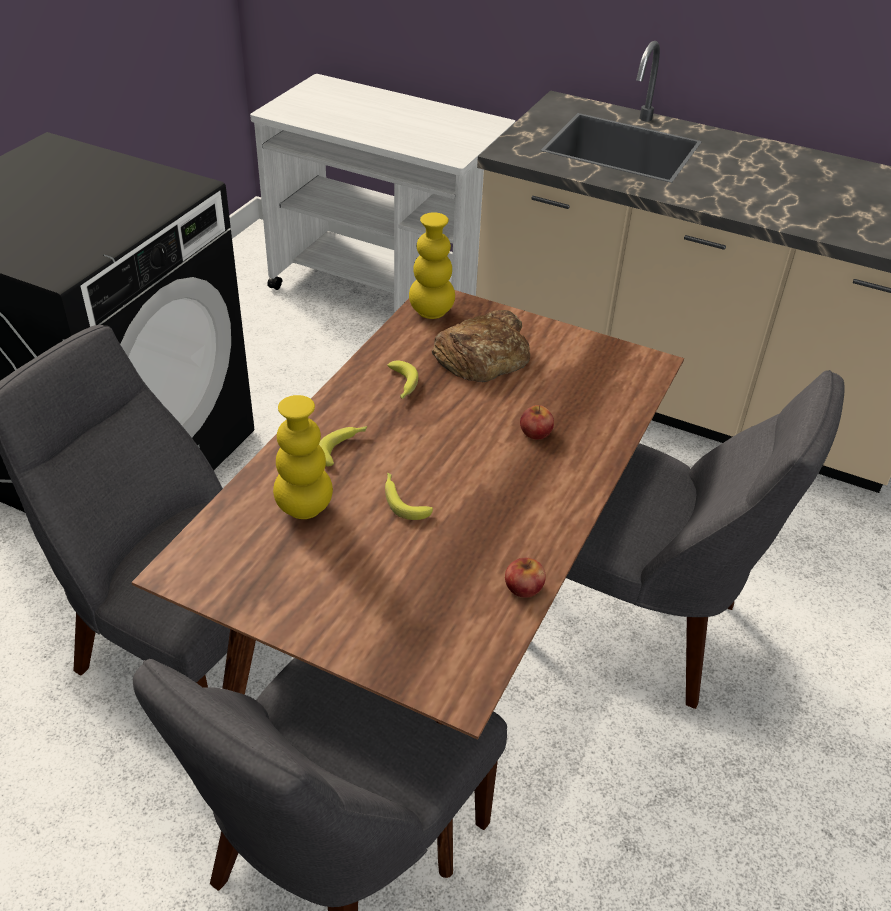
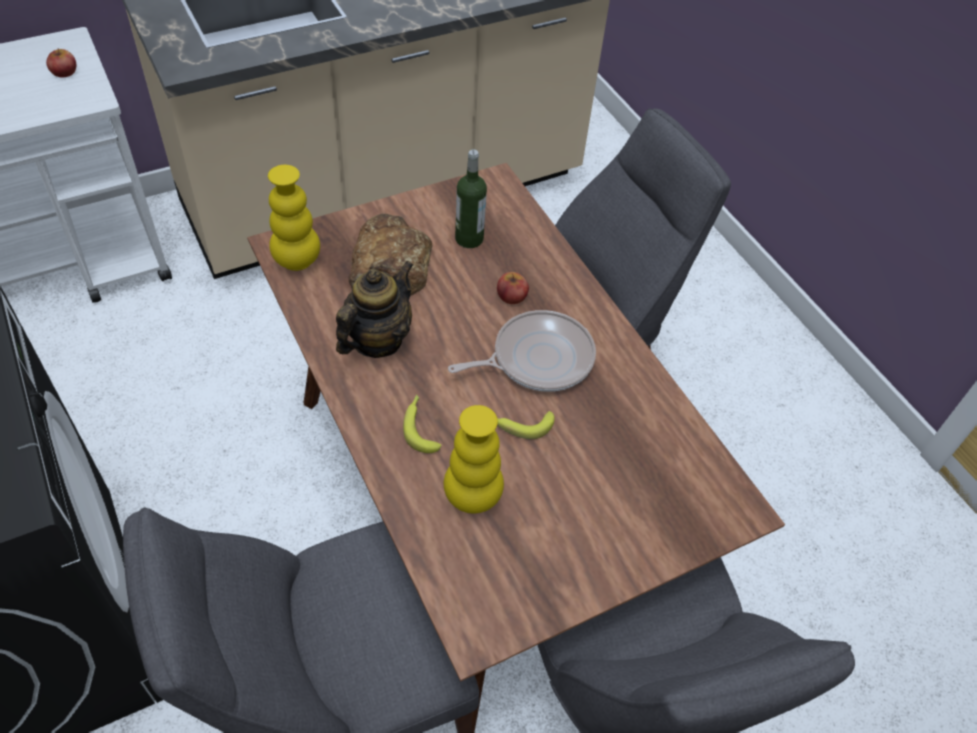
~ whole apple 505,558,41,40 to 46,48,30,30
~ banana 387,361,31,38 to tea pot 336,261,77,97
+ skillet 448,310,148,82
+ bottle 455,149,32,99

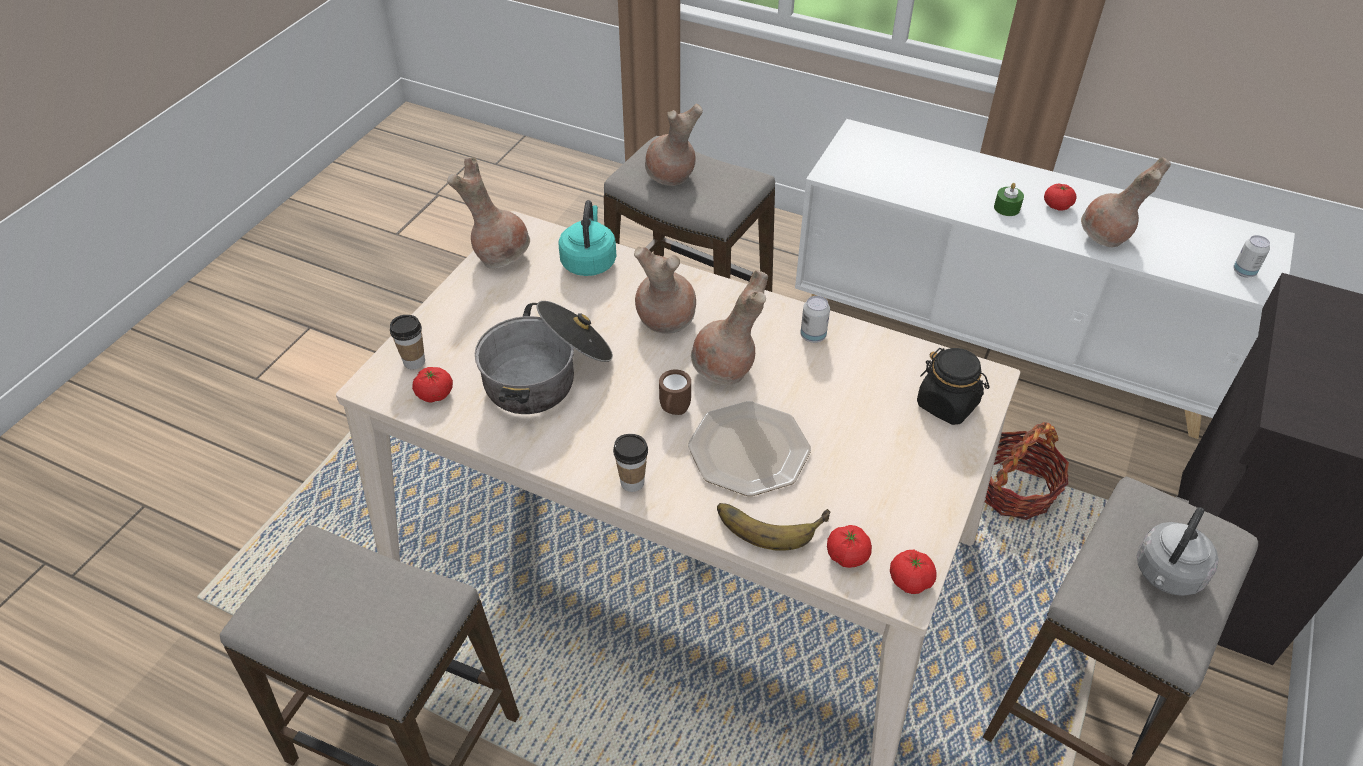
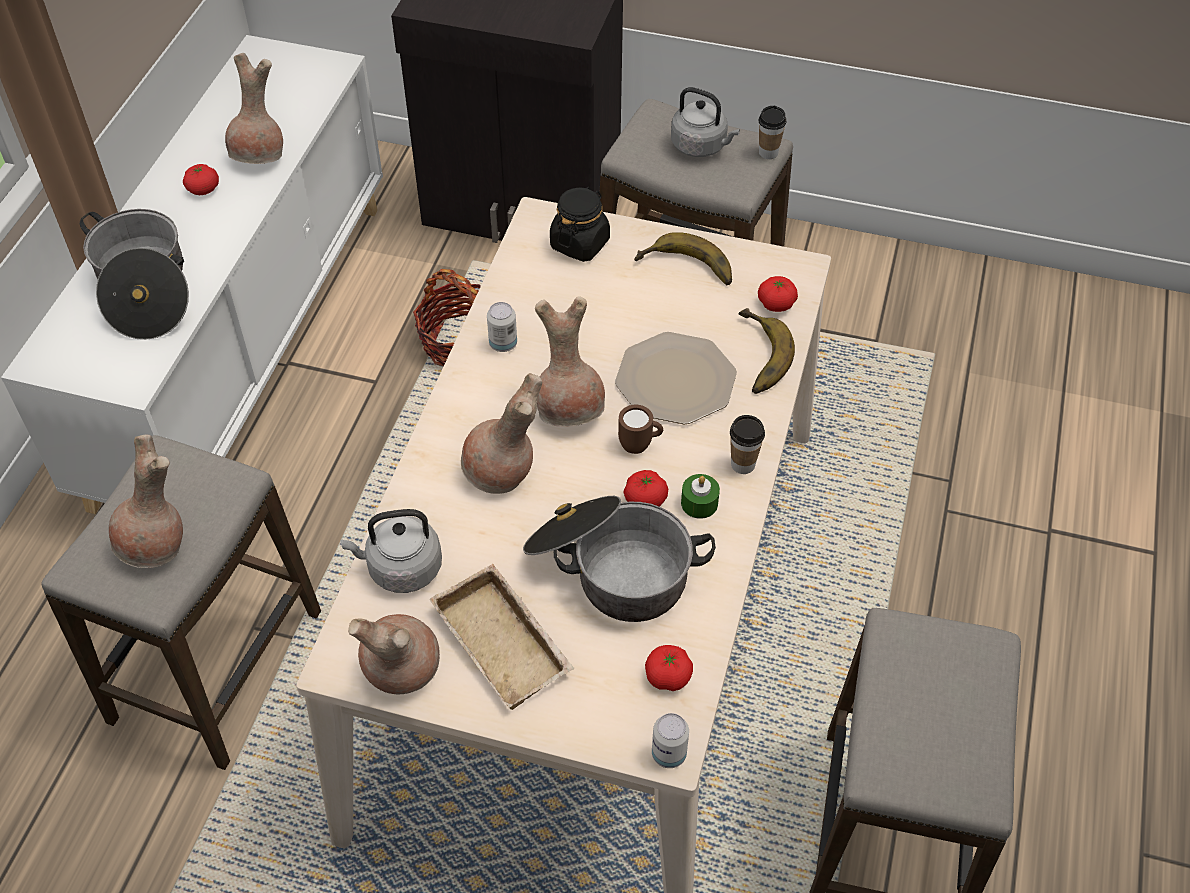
+ saucepot 80,209,109,131
~ water kettle in blue-green 558,200,58,76 to water kettle in greyish 340,509,102,84
+ tray in beige 430,564,144,146
~ fresh tomato 890,550,47,44 to 624,470,44,37
+ banana 634,232,98,53
~ sealed can 1233,235,37,42 to 652,713,37,55
~ wax candle in green 994,183,30,33 to 681,474,39,45
~ drinking cup 390,315,35,54 to 758,106,28,53

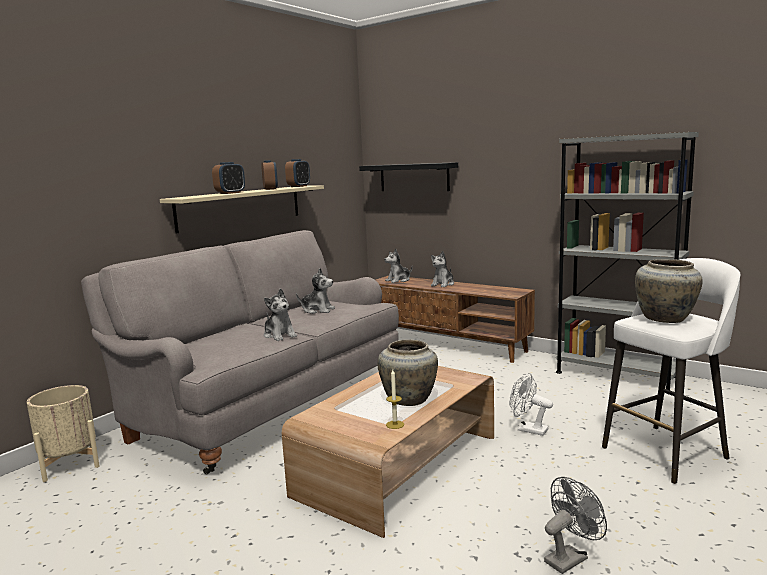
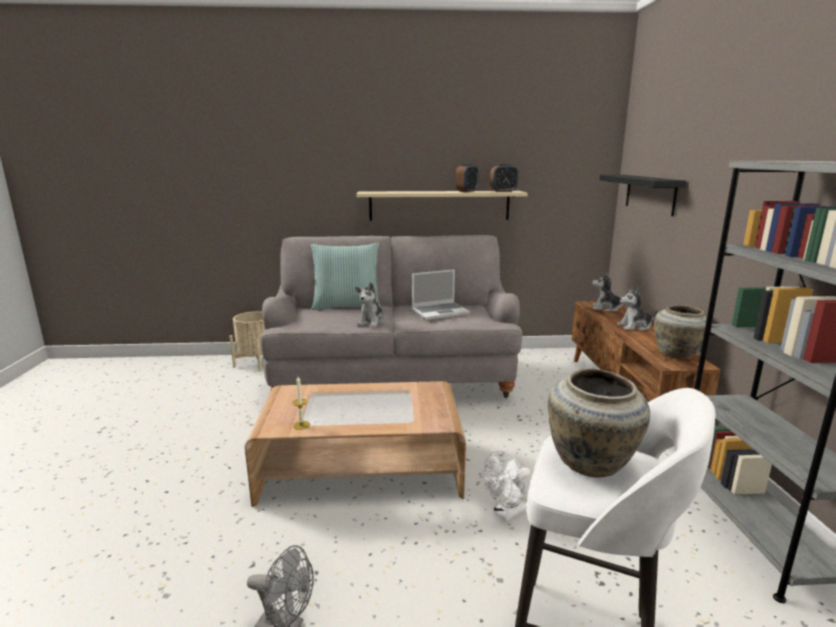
+ pillow 311,243,70,67
~ plush toy 296,268,39,46 to portable computer 412,269,58,51
~ electric fan in white 510,373,43,63 = 484,451,46,70 120 degrees counterclockwise
~ decorative vase in beige 378,339,60,67 to 654,305,53,54
- alarm clock 212,162,33,32

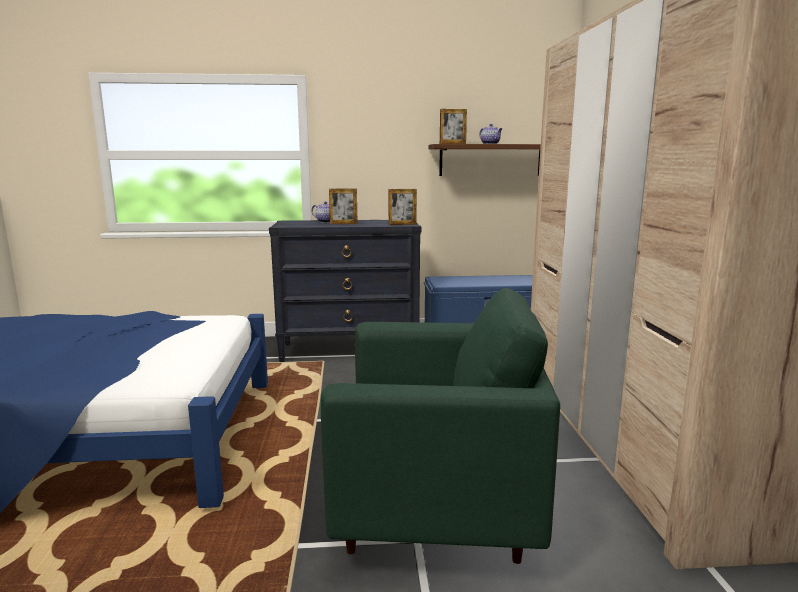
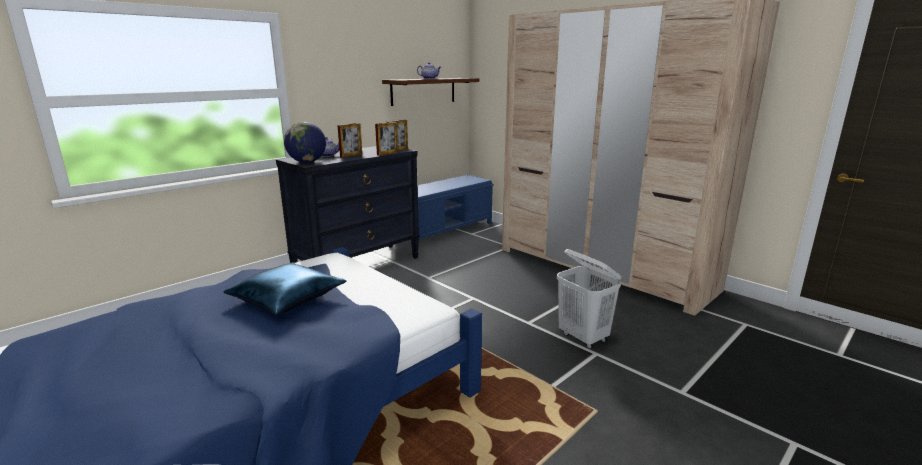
+ pillow in blue-coloured 223,262,124,53
+ desk globe 284,122,42,41
~ photo frame 440,109,27,35 to 375,122,23,34
~ easy chair in green 321,288,239,276 to hamper in white 557,249,65,100

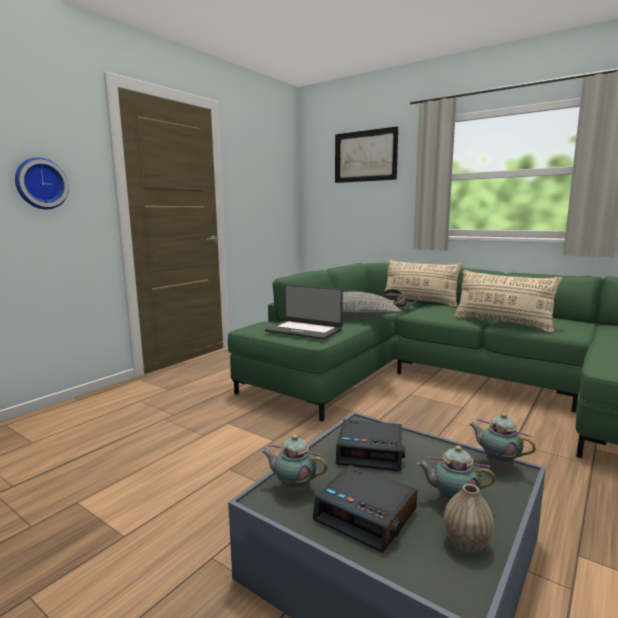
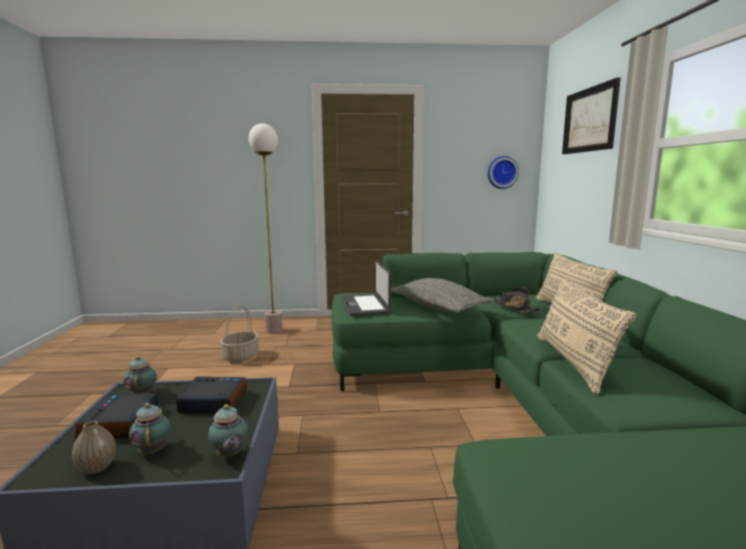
~ alarm clock 336,419,69,52 = 176,377,71,37 120 degrees clockwise
~ tea pot 469,413,67,53 = 208,404,40,53 150 degrees clockwise
+ storage basket 220,305,39,57
+ floor lamp 249,123,34,210
~ clock on the wall 15,157,54,52 to 488,156,31,33

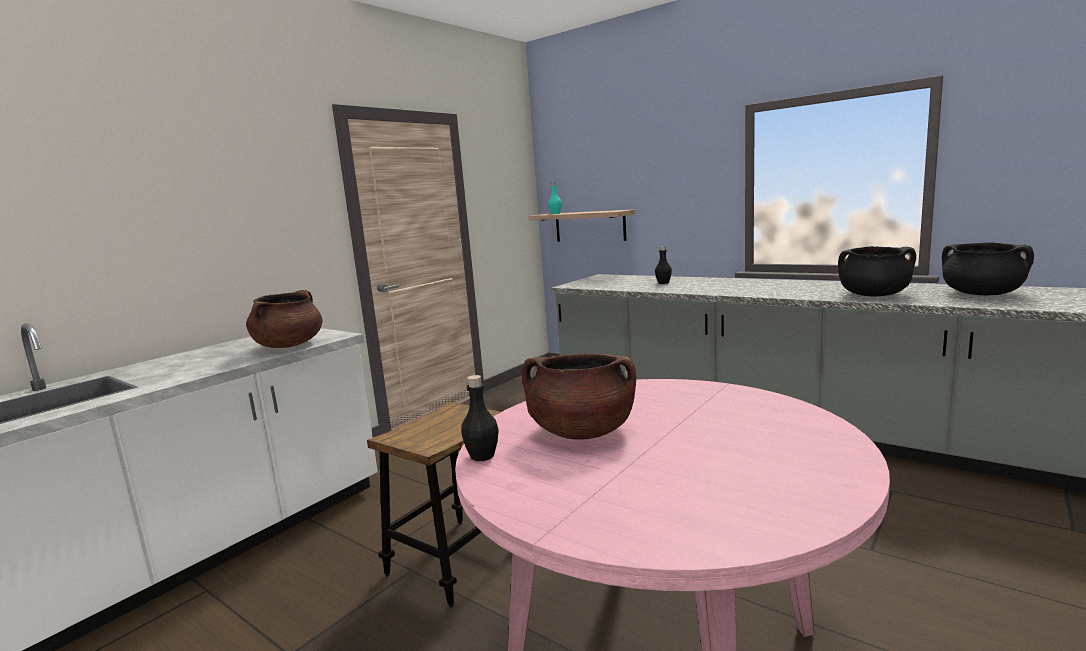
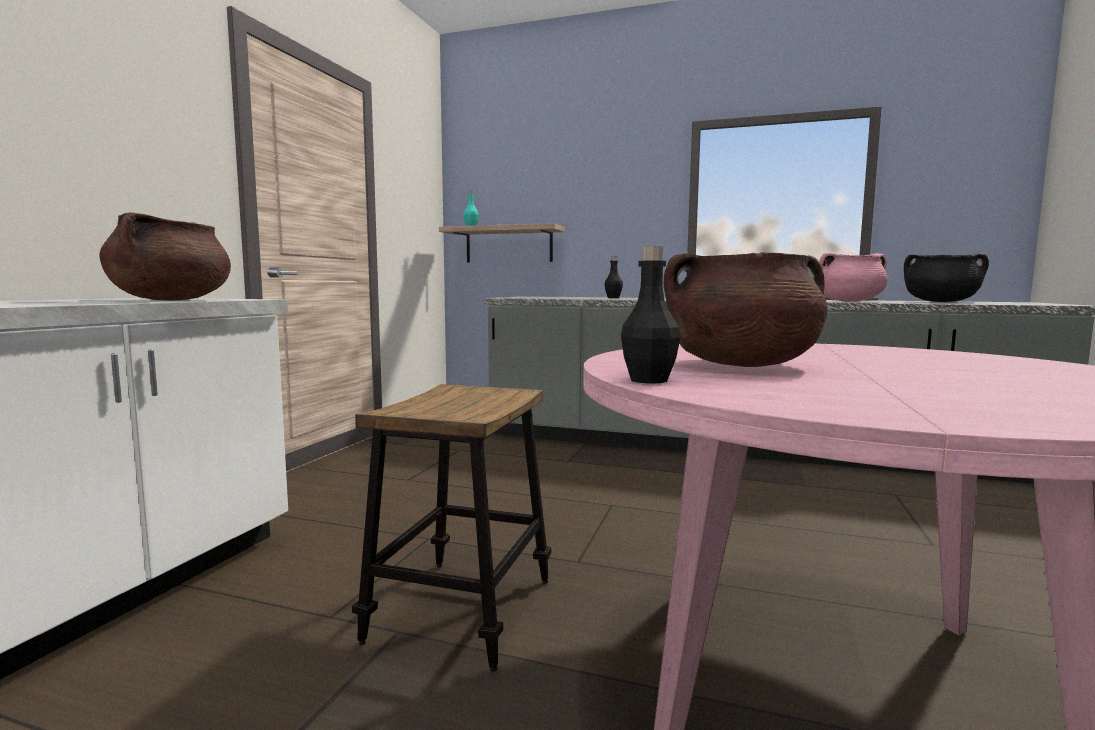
~ saucepot in blackish 838,246,78,50 to saucepot in pinkish 819,253,69,49

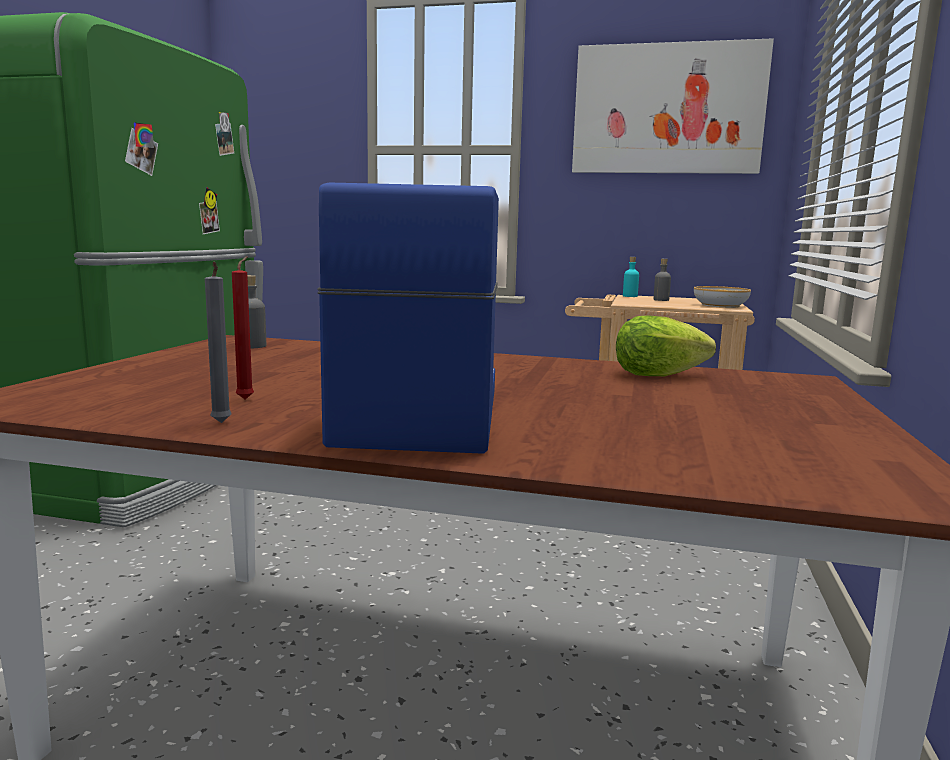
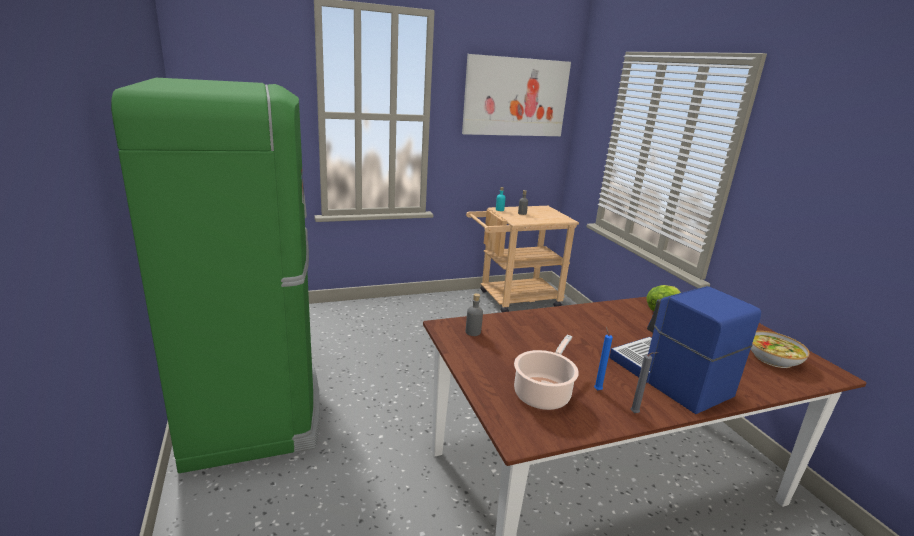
+ saucepot 514,335,65,75
~ wax candle in red-coloured 232,256,22,144 to wax candle in blue-coloured 594,327,19,63
~ serving bowl 694,286,57,22 to 751,331,58,37

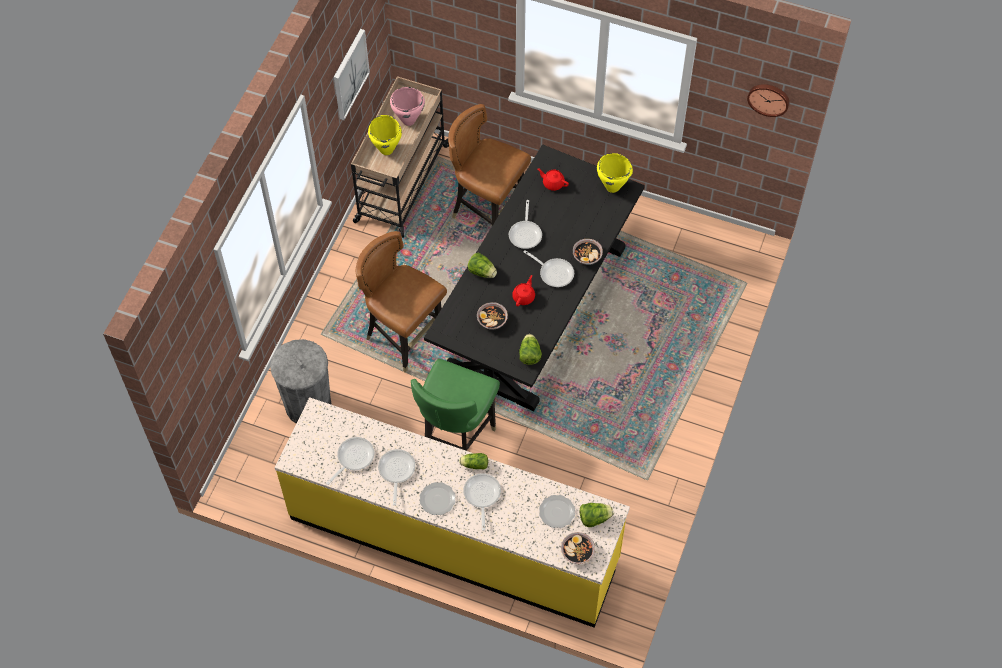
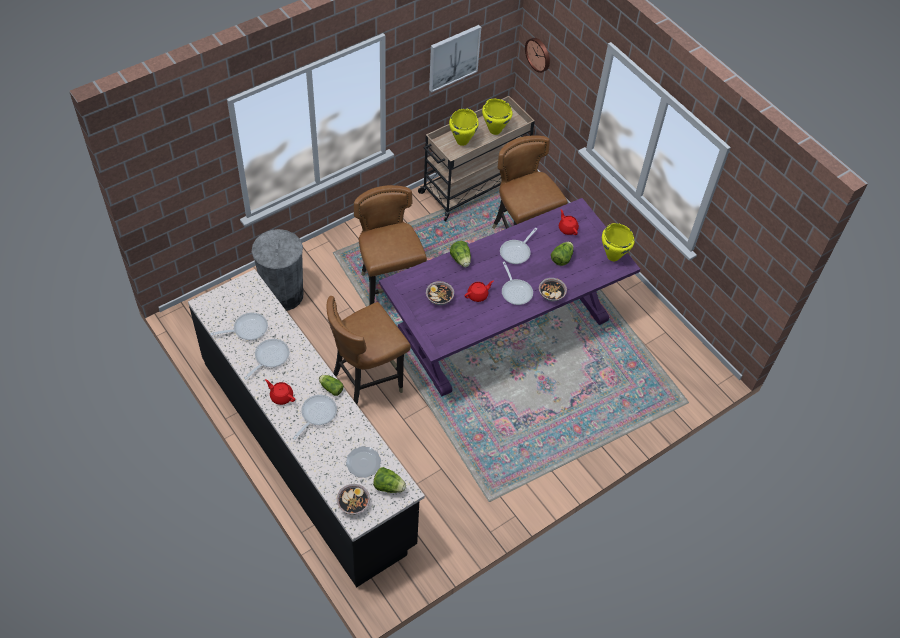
~ kitchen base unit in yellowish 274,397,356,231 to kitchen base unit in blackish 188,269,237,319
~ dinner plate 420,482,36,33 to tea pot in red-coloured 265,379,30,26
~ chair in green 411,359,89,92 to chair in brownish 326,296,85,108
~ dining table in blackish 424,144,221,267 to dining table in purple-coloured 379,198,261,198
~ saucepot in pinkish 390,87,35,39 to saucepot in yellowish 482,98,30,37
~ clock on the wall 747,84,42,33 to 525,38,25,35
~ lettuce head 519,334,23,31 to 551,242,23,24

